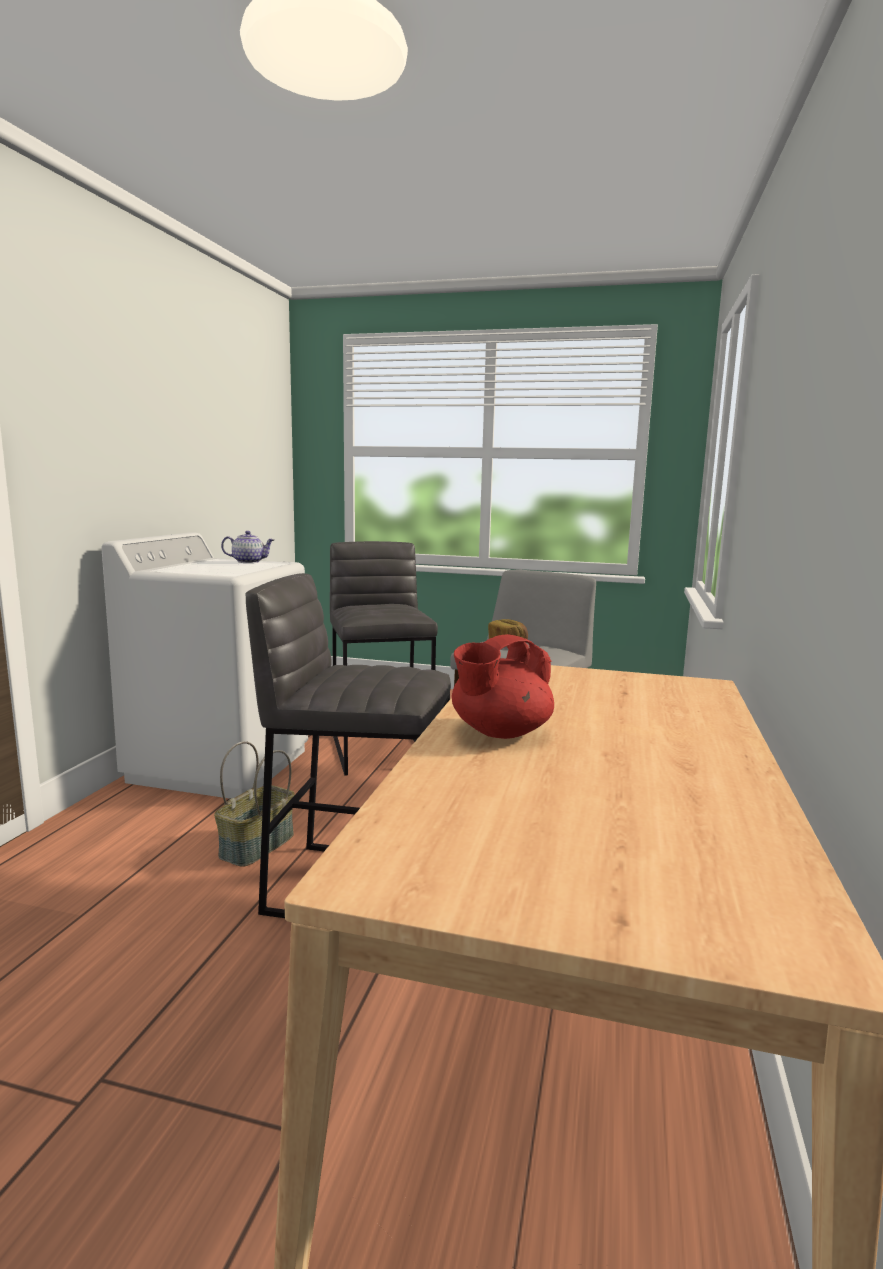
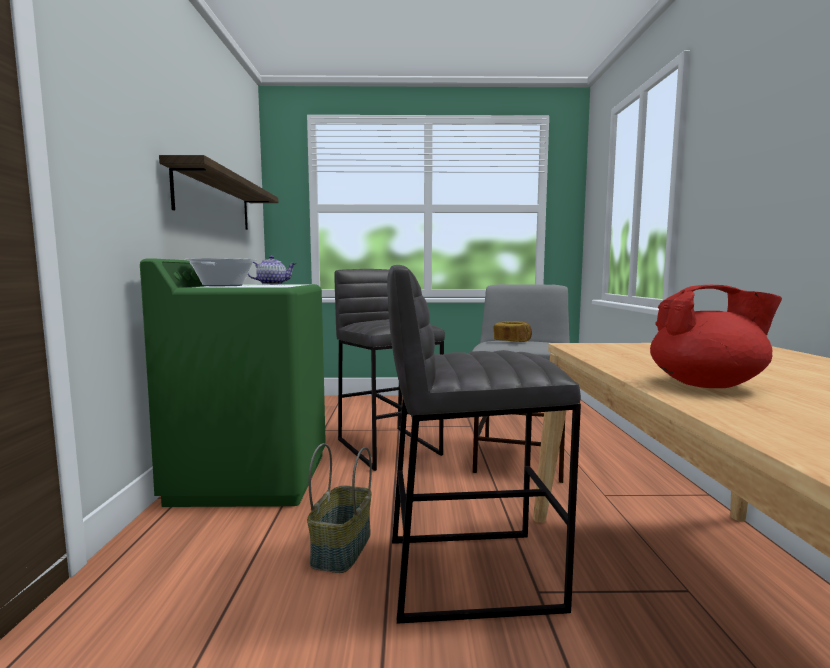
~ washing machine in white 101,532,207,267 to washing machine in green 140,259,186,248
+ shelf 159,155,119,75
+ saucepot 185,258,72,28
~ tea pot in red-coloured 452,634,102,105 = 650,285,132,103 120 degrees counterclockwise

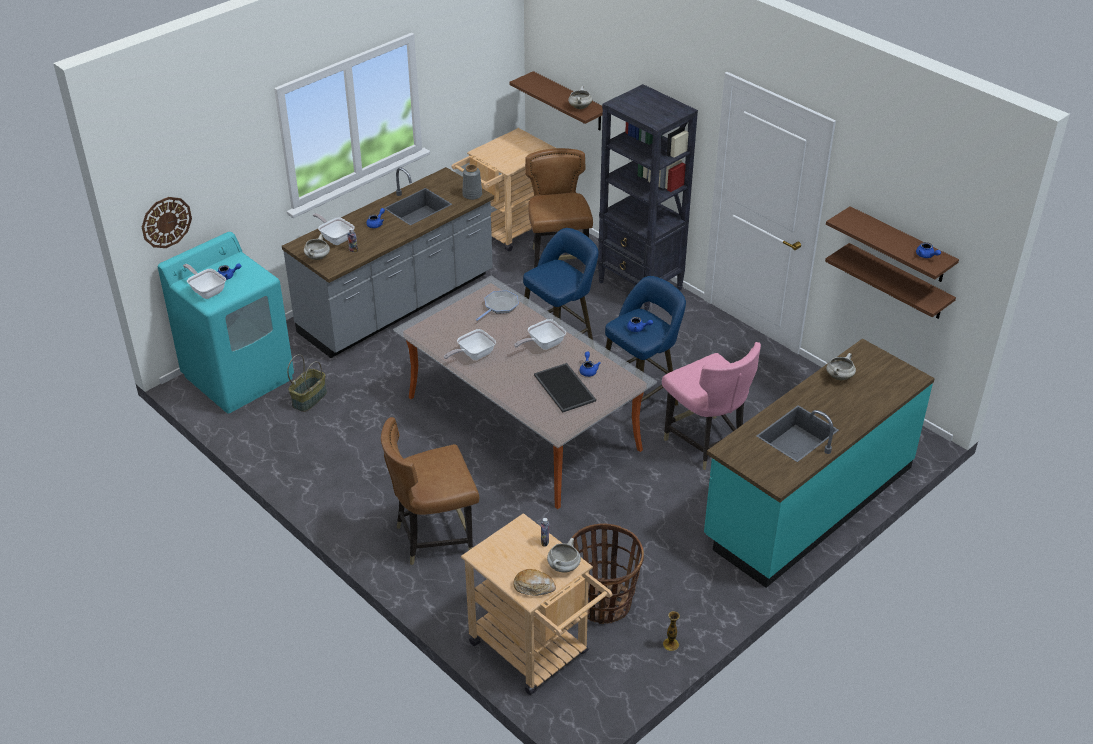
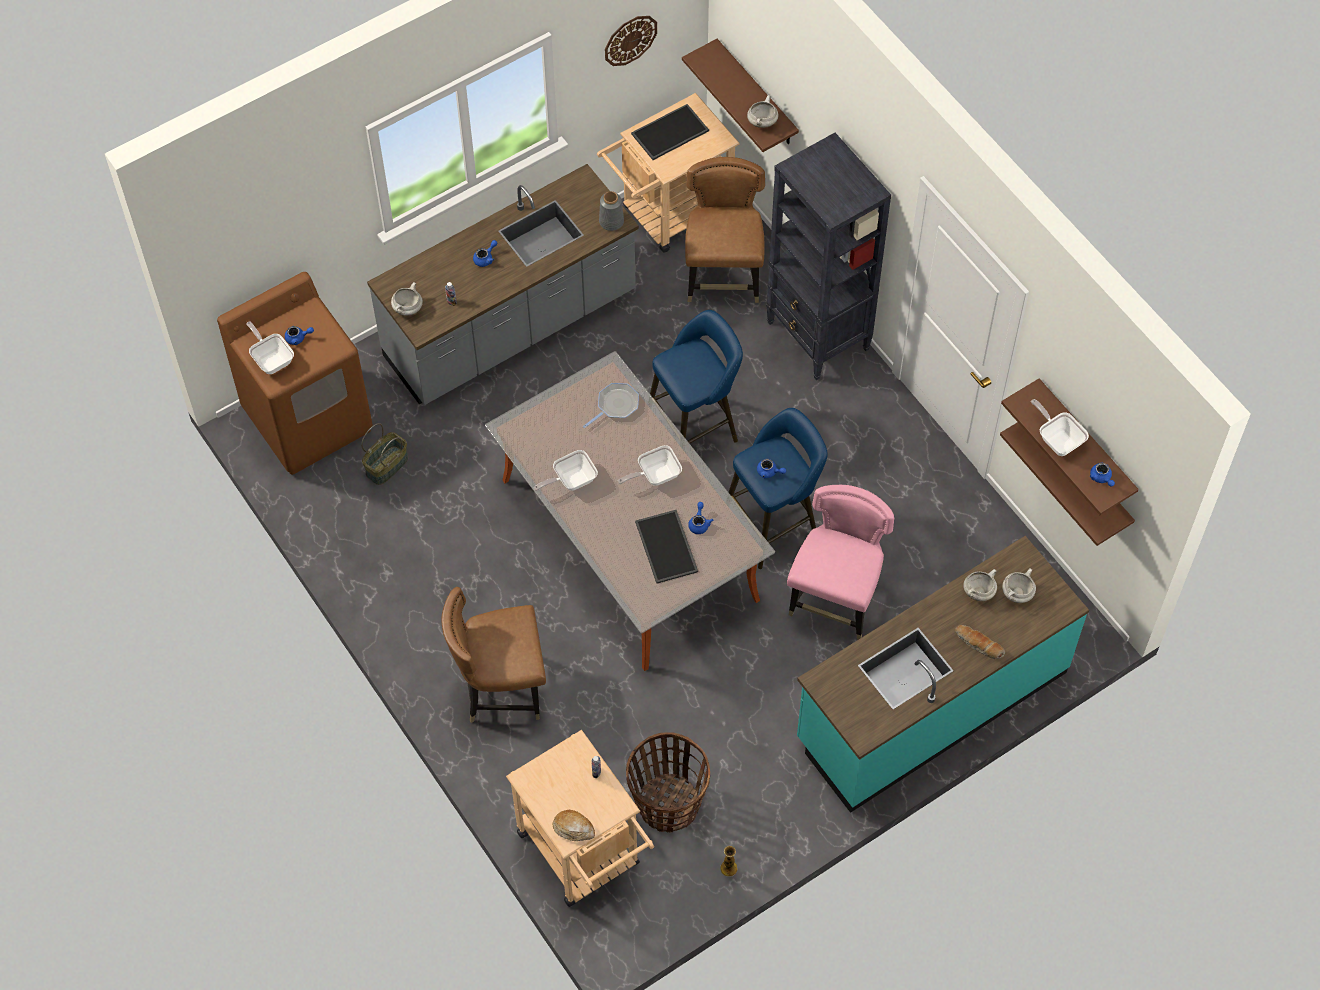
~ washing machine in blue-green 158,232,136,182 to washing machine in brownish 217,272,156,203
~ clock on the wall 142,197,50,51 to 605,16,52,50
+ tray 631,104,78,56
~ chair in pinkish 662,342,99,128 = 787,485,107,155 135 degrees counterclockwise
+ bread 955,625,50,34
~ saucepot in white 547,538,34,34 to 1002,568,34,35
~ skillet 313,213,42,32 to 1031,399,58,57

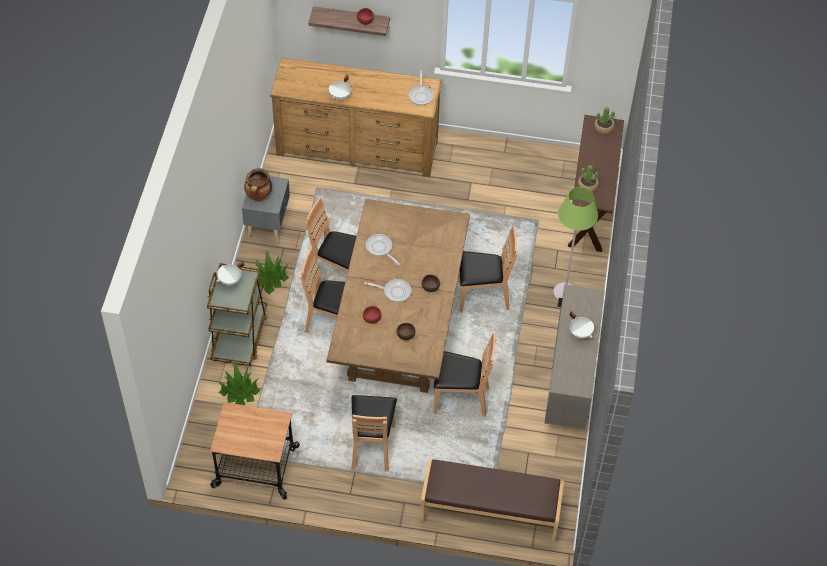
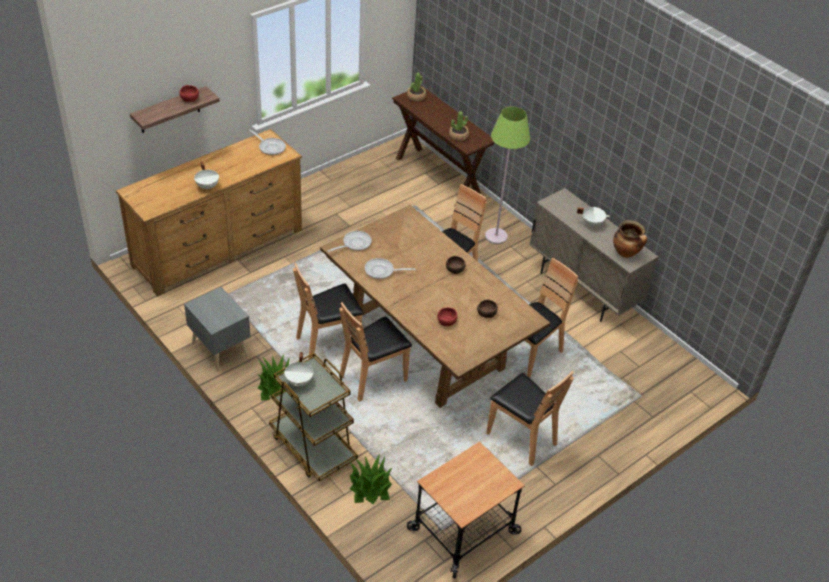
~ skillet 364,279,47,23 to 327,231,45,21
~ saucepot 244,168,28,33 to 613,220,34,38
- indoor bench in brownish 420,459,144,86

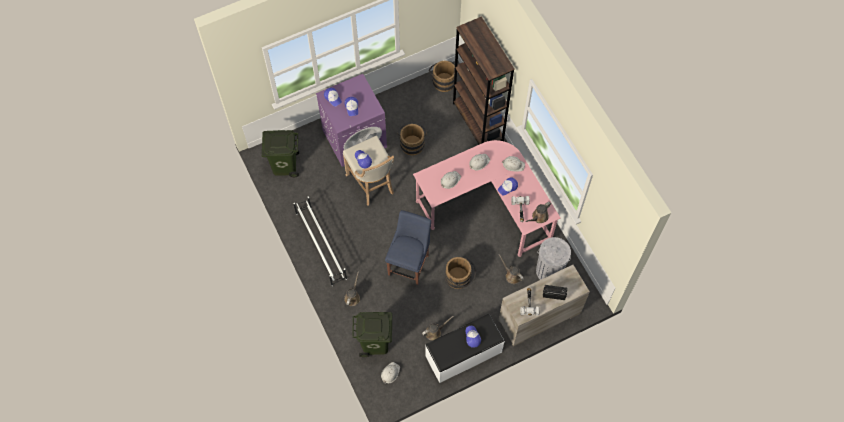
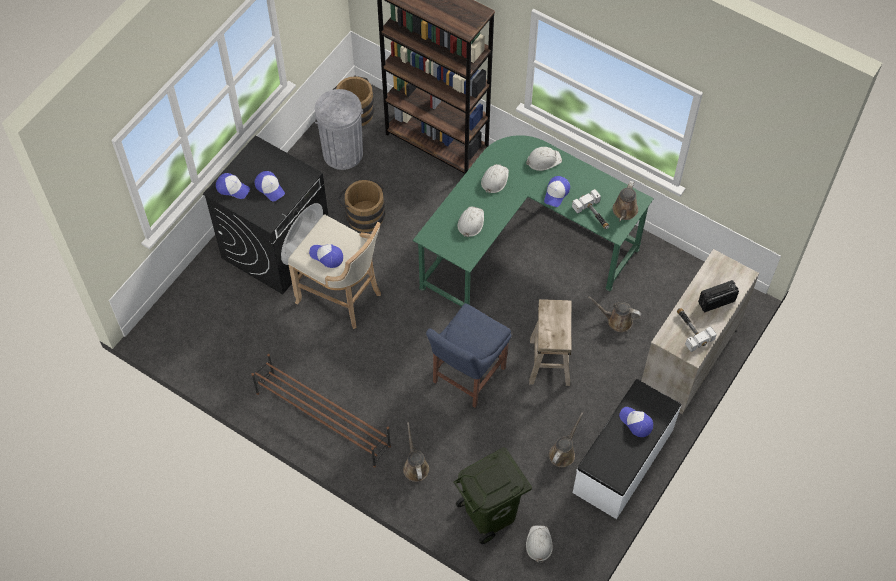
~ washing machine in purple-coloured 316,74,71,93 to washing machine in blackish 203,135,125,159
~ shoe stand in white 293,196,54,90 to shoe stand in brownish 252,354,139,114
~ waste bin in greyish 536,237,35,43 to 314,89,49,81
~ desk unit in pinkish 413,140,148,117 to desk unit in green 413,135,241,172
~ chair in blue-coloured 385,210,46,75 = 426,303,85,105 135 degrees counterclockwise
~ water bucket in brownish 445,257,31,32 to sitting stool in beige 529,299,43,87
- waste bin in green 262,130,37,47

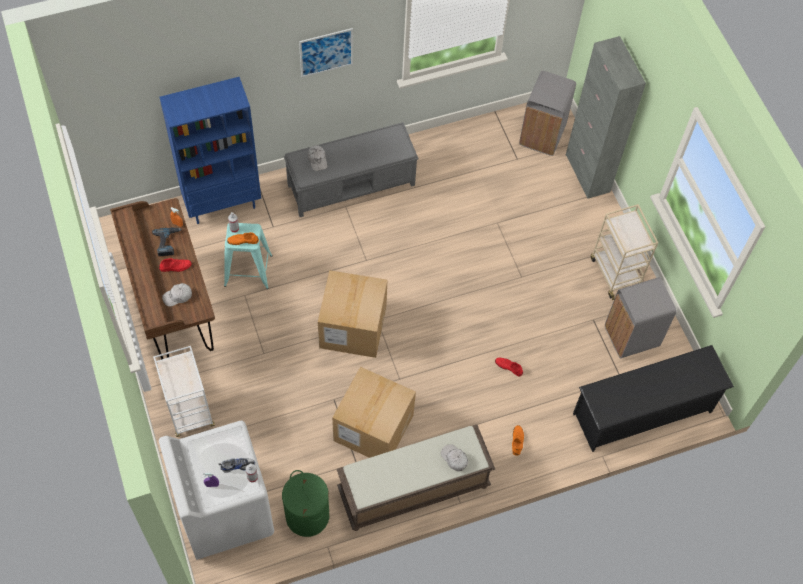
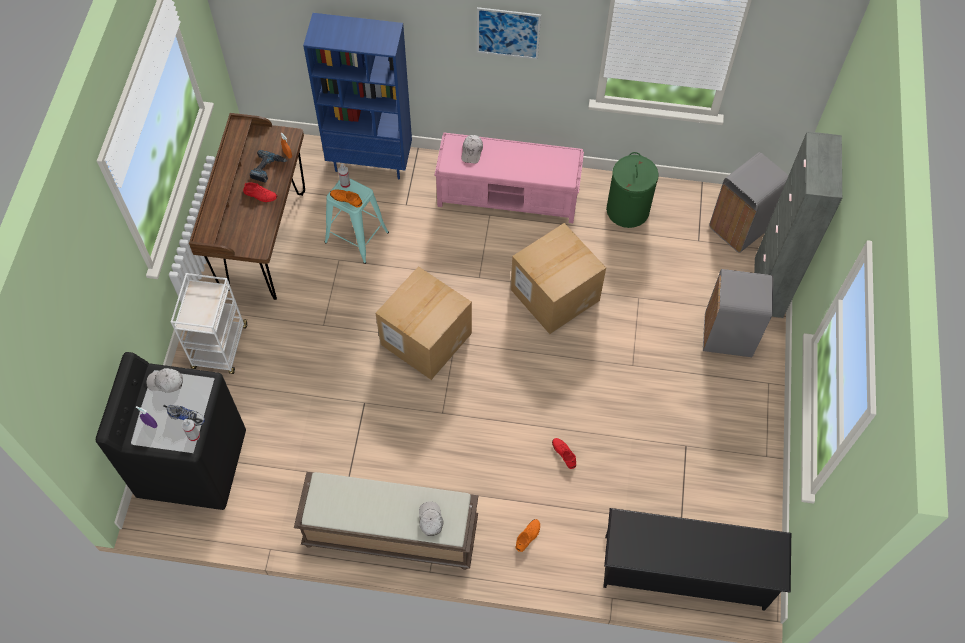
~ washing machine in white 159,421,115,139 to washing machine in blackish 96,352,150,158
~ baseball cap in white 162,283,30,24 to 146,368,37,25
~ indoor bench in greyish 284,122,135,95 to indoor bench in pinkish 434,132,150,91
~ carton 332,367,84,91 to 510,223,96,111
~ hamper in green 282,470,47,67 to 606,152,53,76
~ waste bin in greyish 605,277,72,82 to 703,269,70,88
- cart in beige 591,204,67,96

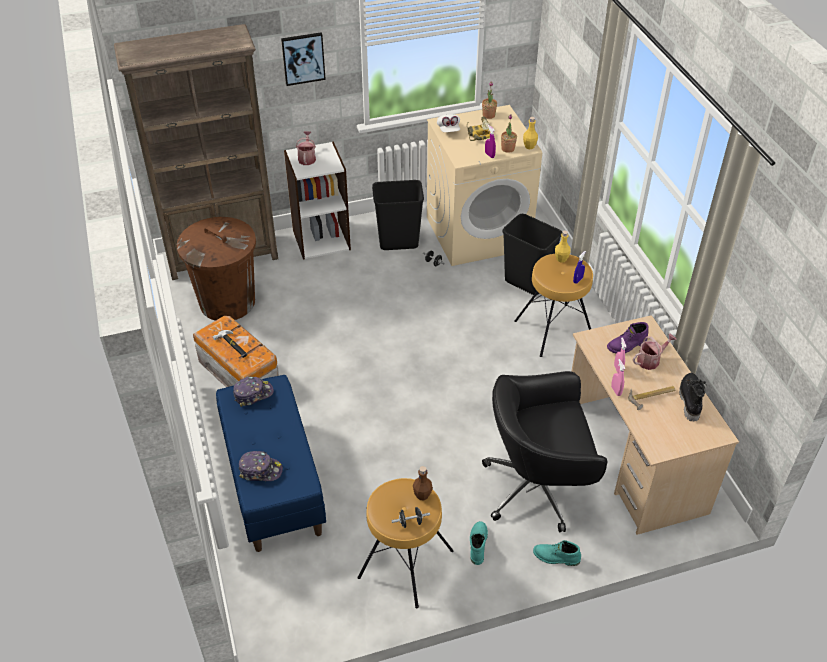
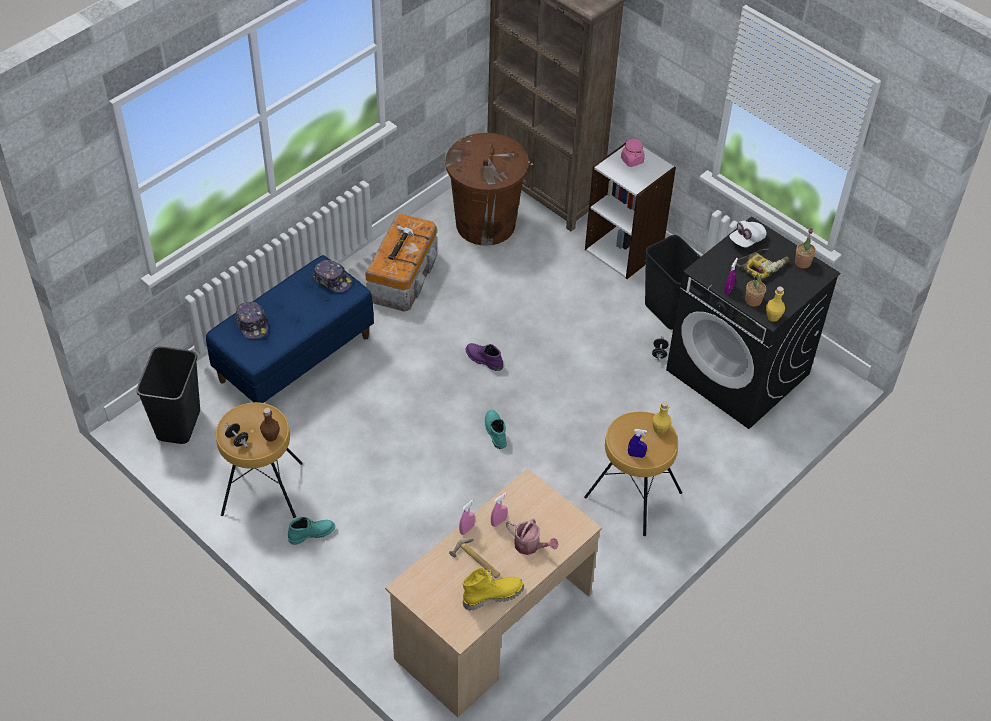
~ waste bin in blackish 502,214,60,81 to 136,346,64,98
~ high-top boot in blackish 679,373,27,49 to high-top boot in yellowish 463,567,61,44
~ high-top boot in purple-coloured 607,322,41,31 to 466,343,37,28
~ high-top boot in blue-green 533,540,48,26 to 485,410,22,39
~ watering can 296,131,20,34 to preserve jar in pinkish 621,138,24,29
~ washing machine in beige 427,105,115,161 to washing machine in blackish 666,216,174,213
- wall picture 281,32,45,54
- computer chair in blackish 482,371,126,161

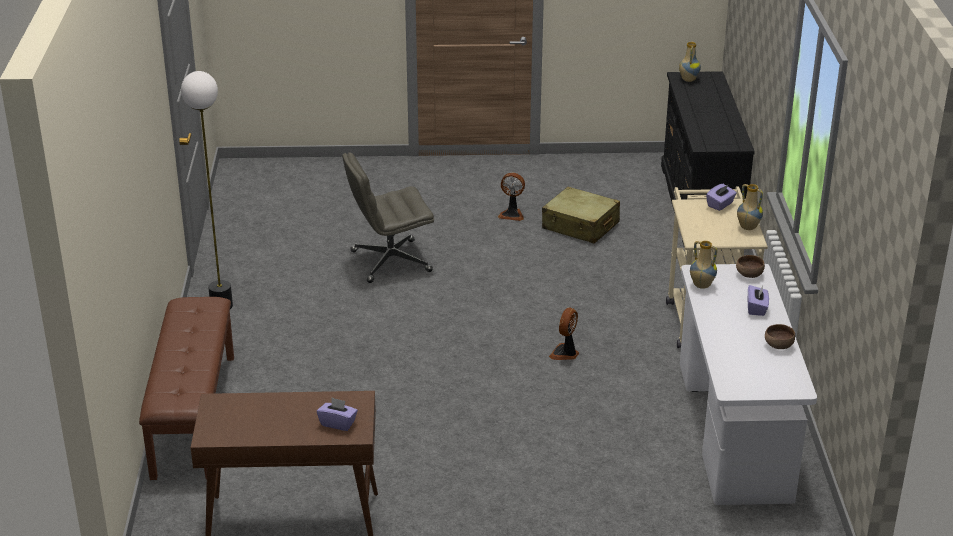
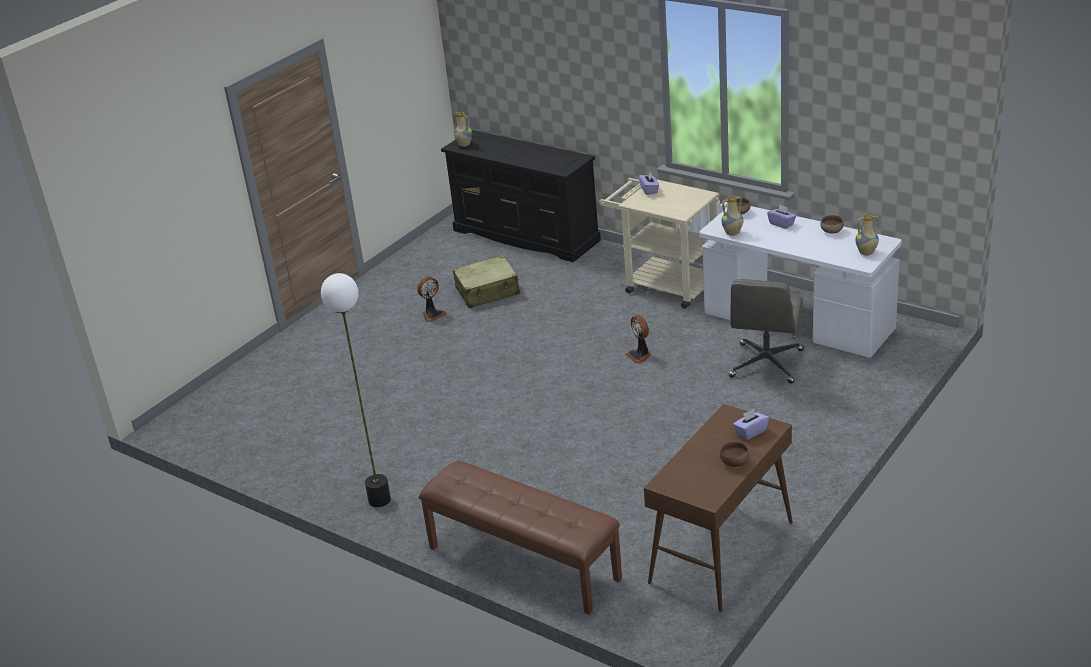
+ serving bowl in brownish 720,442,30,25
~ computer chair in greyish 342,152,92,131 to 729,279,75,105
~ decorative vase 737,184,26,46 to 855,214,24,41

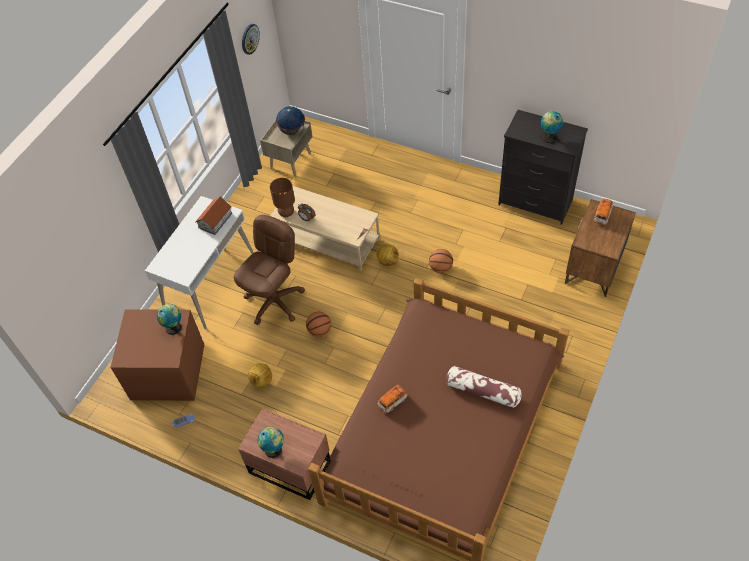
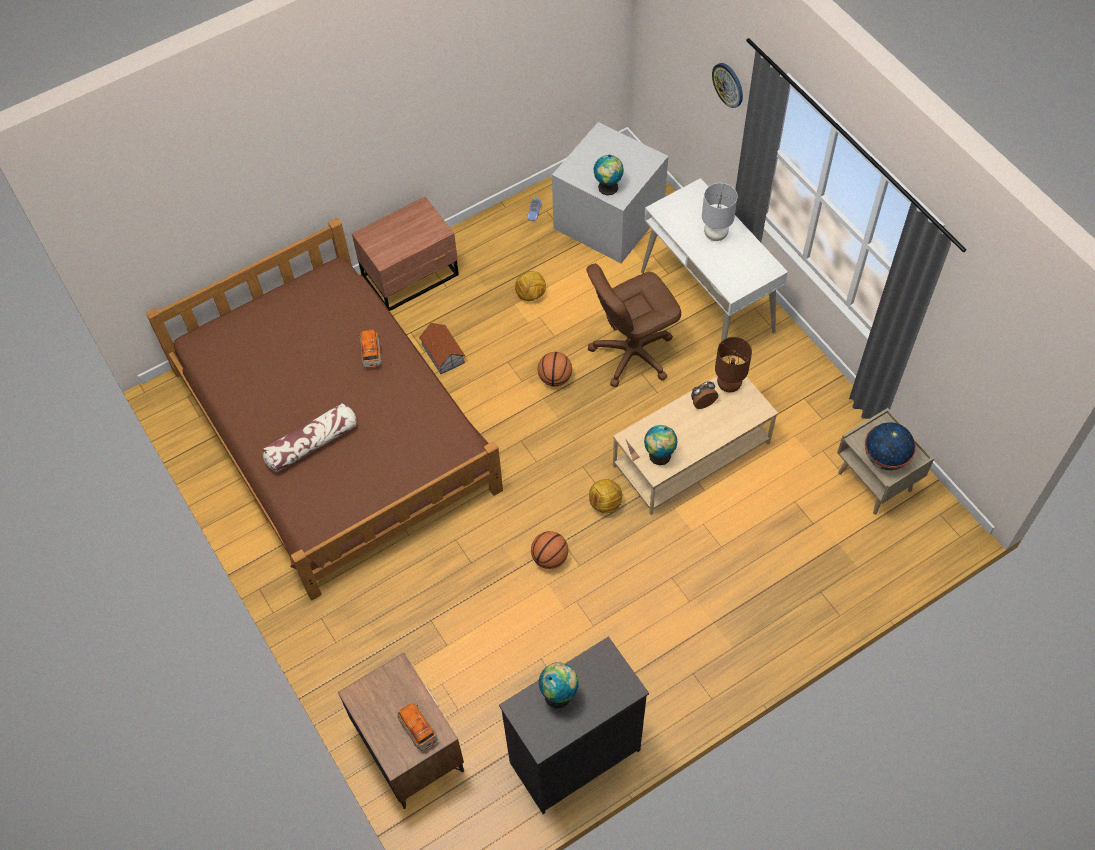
~ miniature house 196,196,36,39 to 419,323,46,51
~ storage container in brownish 110,310,94,91 to storage container in greyish 552,122,116,141
~ computer chair in brownish 234,215,71,110 = 587,263,94,124 90 degrees clockwise
~ desk globe 258,427,26,31 to 644,425,34,40
+ lamp for a table in greyish 702,183,36,58
~ clock on the wall 242,24,18,31 to 712,63,31,45

